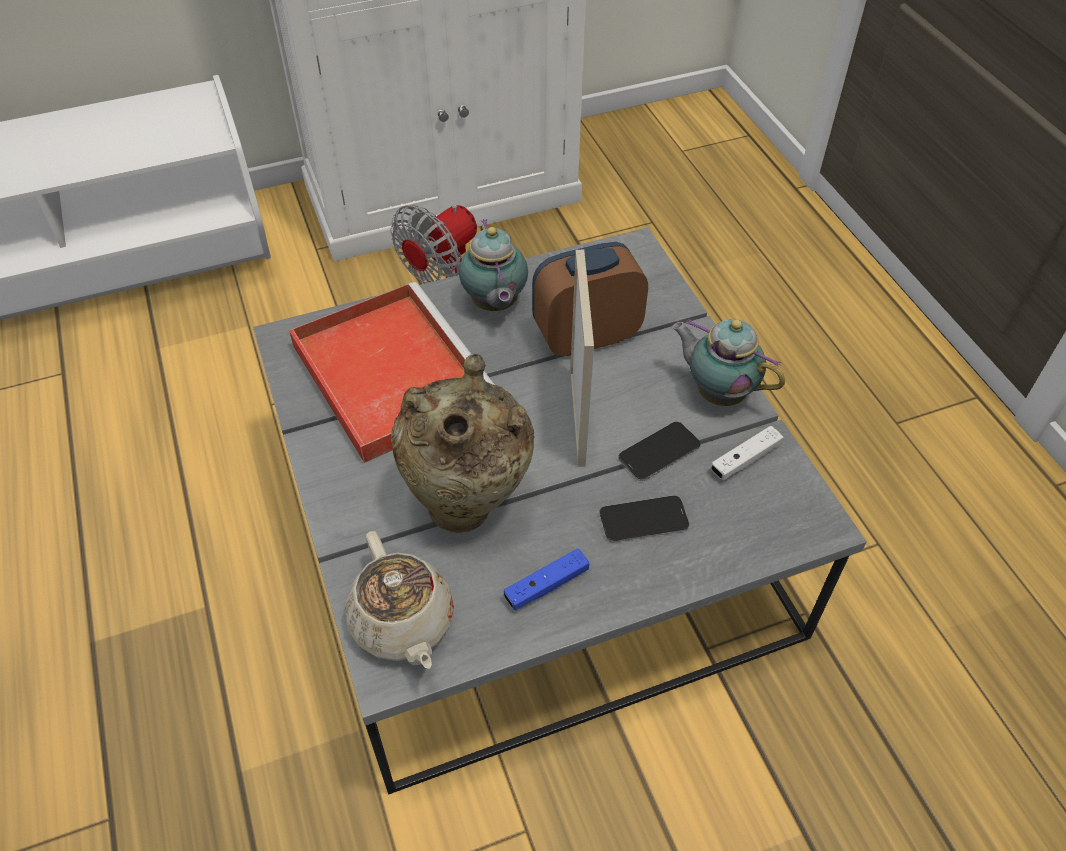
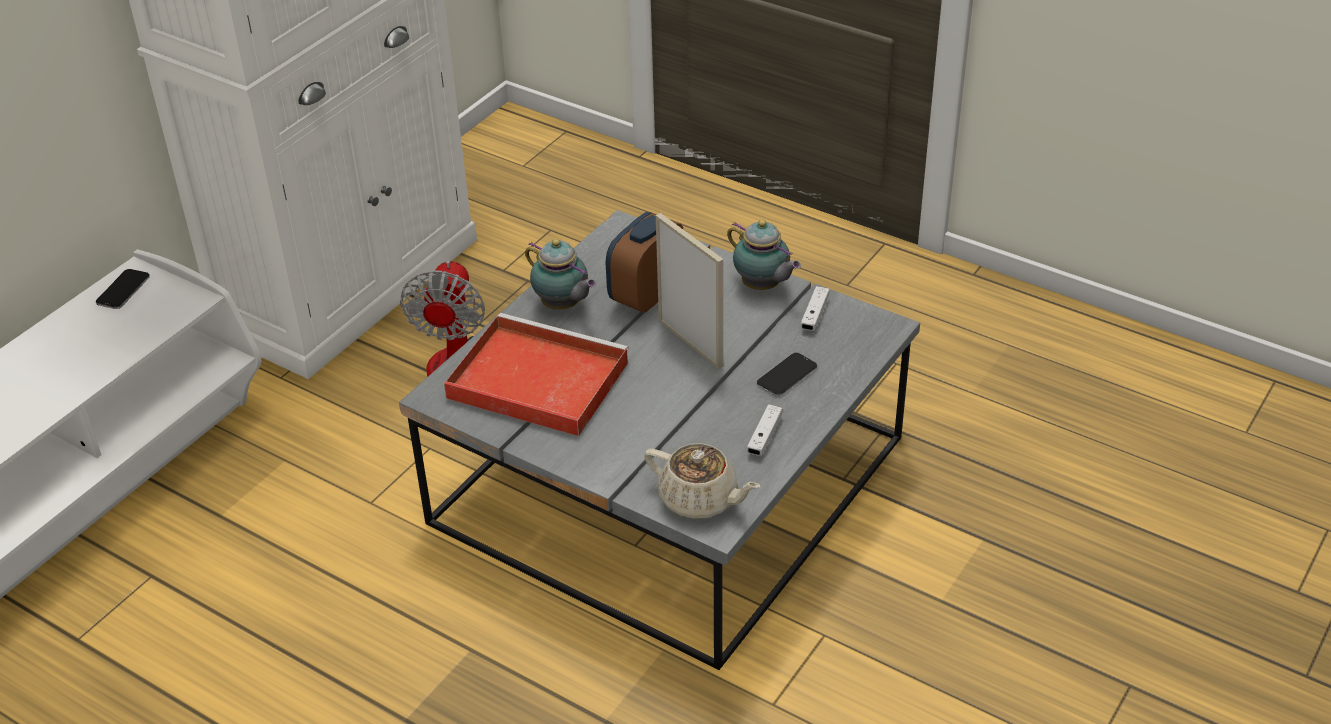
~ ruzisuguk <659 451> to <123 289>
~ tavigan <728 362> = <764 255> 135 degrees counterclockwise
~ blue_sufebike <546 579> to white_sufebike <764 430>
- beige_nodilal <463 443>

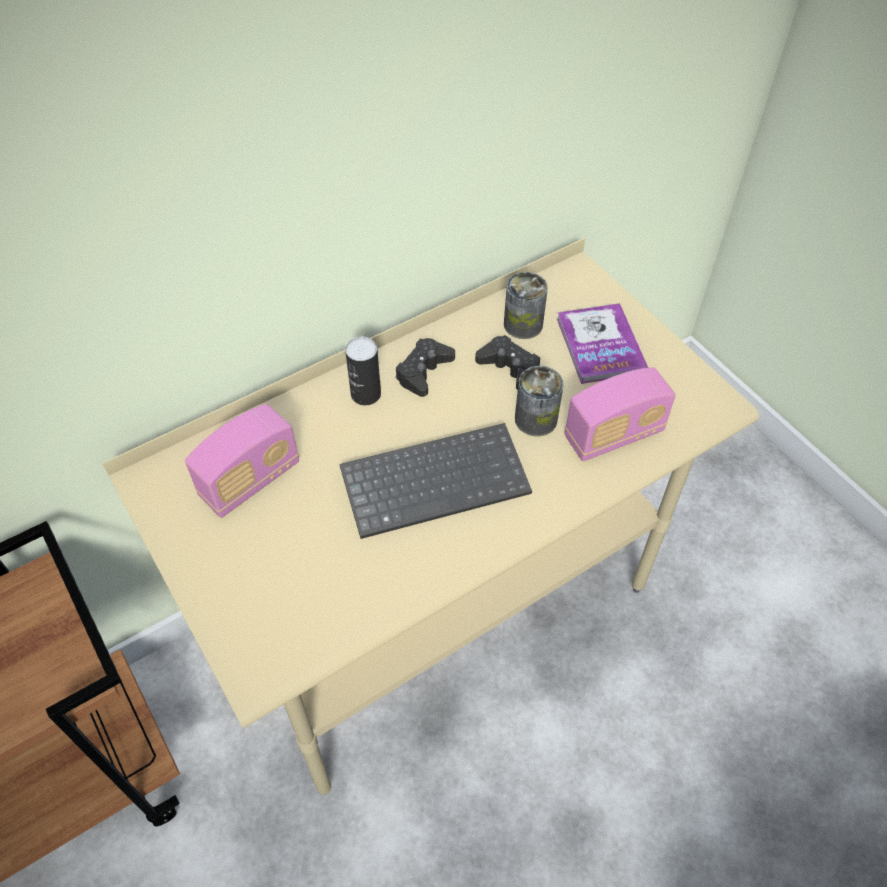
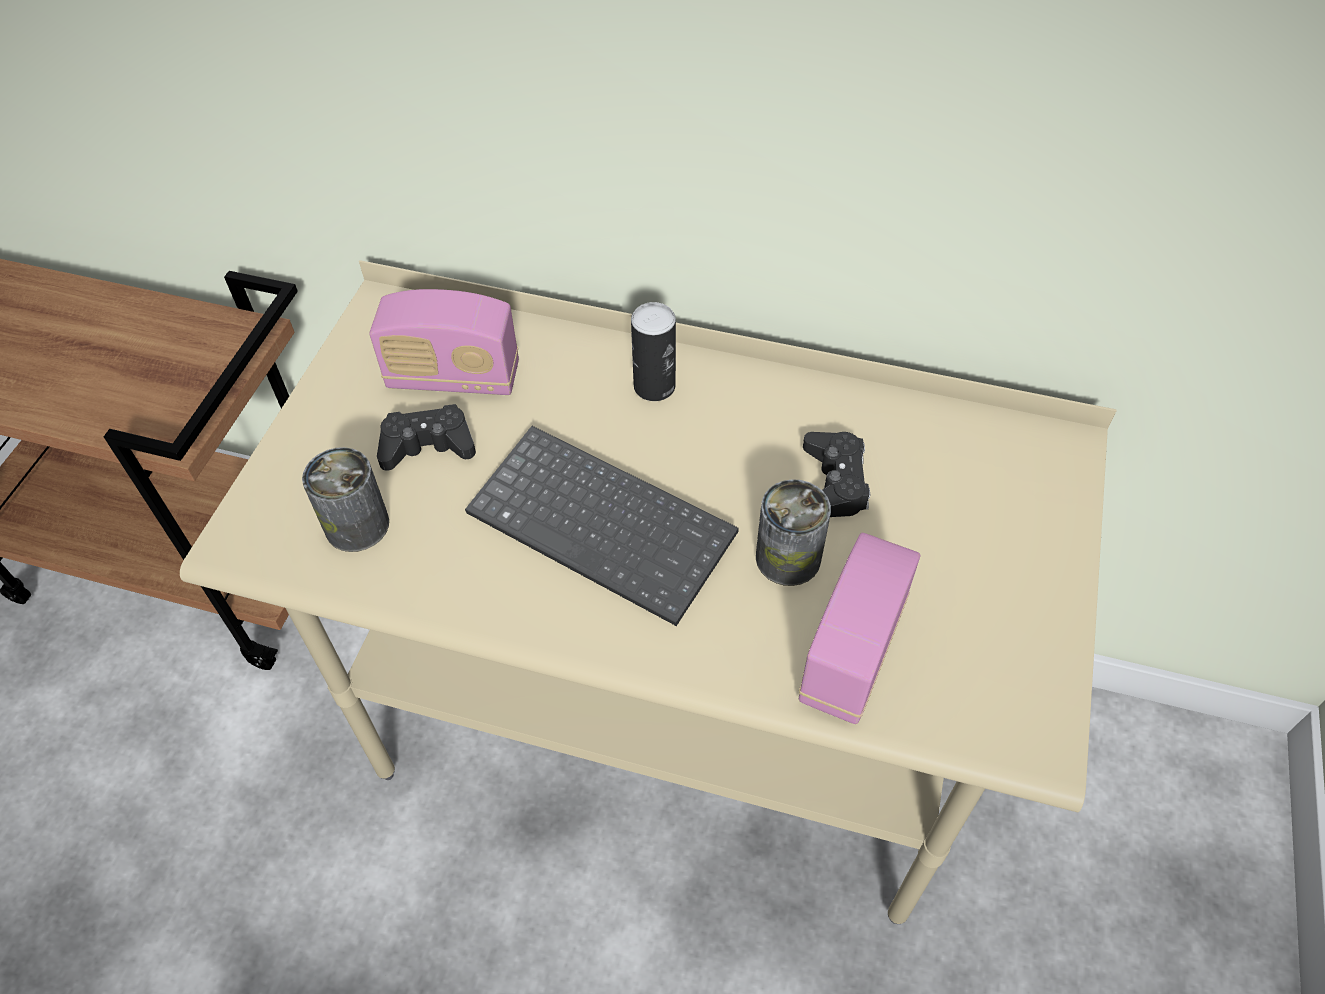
~ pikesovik <526 305> to <345 499>
~ black_sufebike <425 367> to <426 437>
~ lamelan <620 414> = <860 628> 90 degrees clockwise
- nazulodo <602 343>

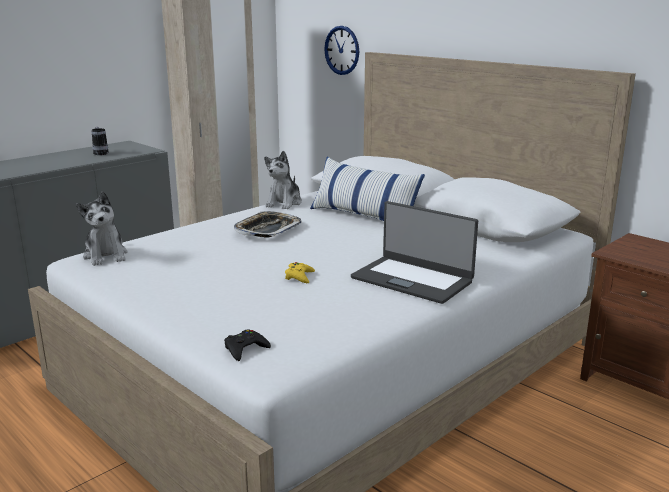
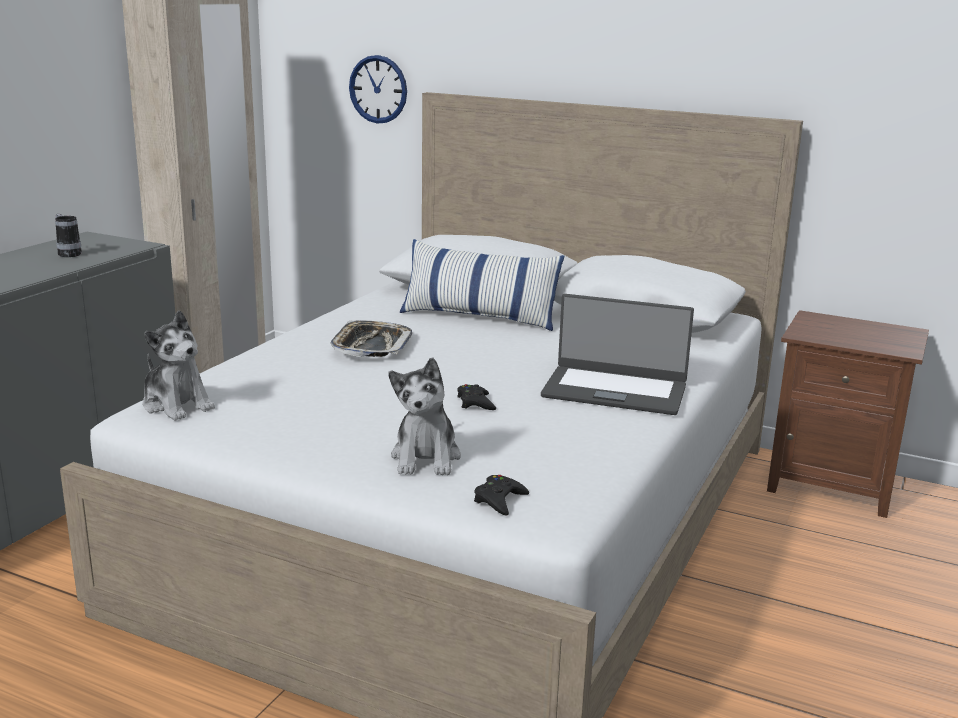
~ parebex <283 180> to <425 416>
~ yellow_sufebike <300 272> to black_sufebike <476 397>

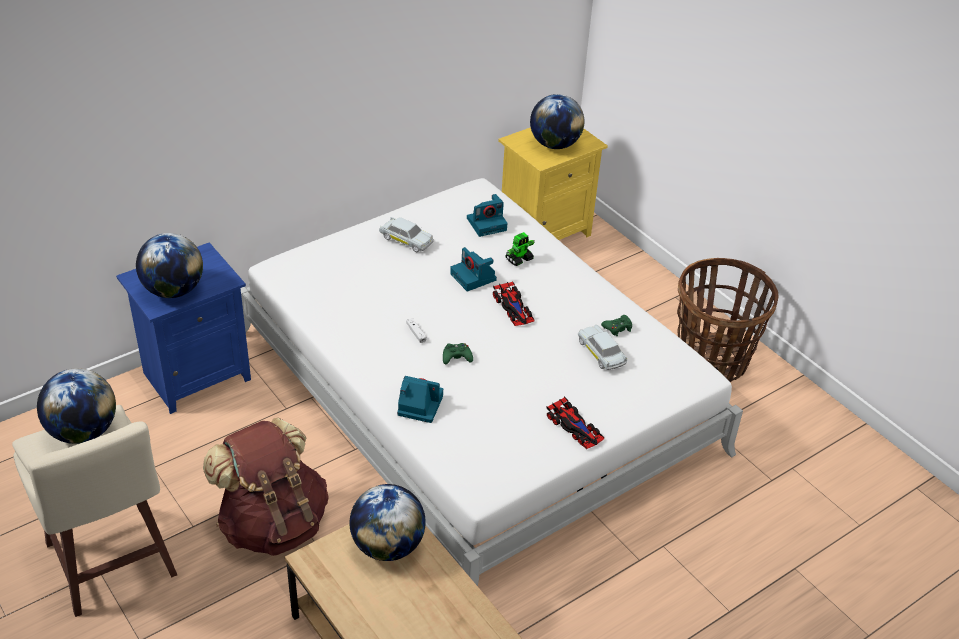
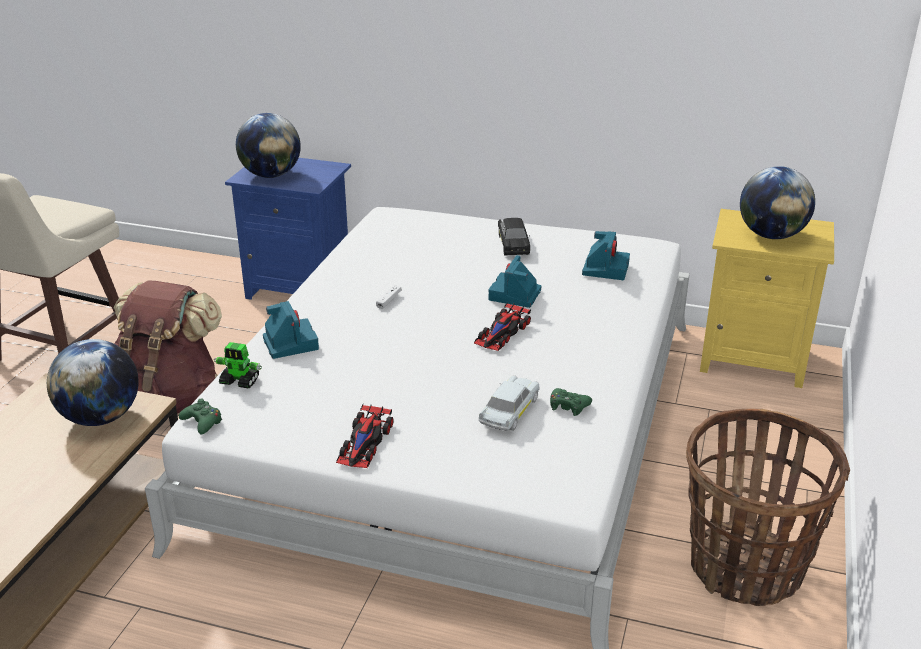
~ green_sufebike <458 353> to <200 416>
~ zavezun <520 249> to <238 365>
~ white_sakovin <406 234> to black_sakovin <514 237>
~ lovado <487 215> = <606 255> 105 degrees counterclockwise
- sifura <76 406>

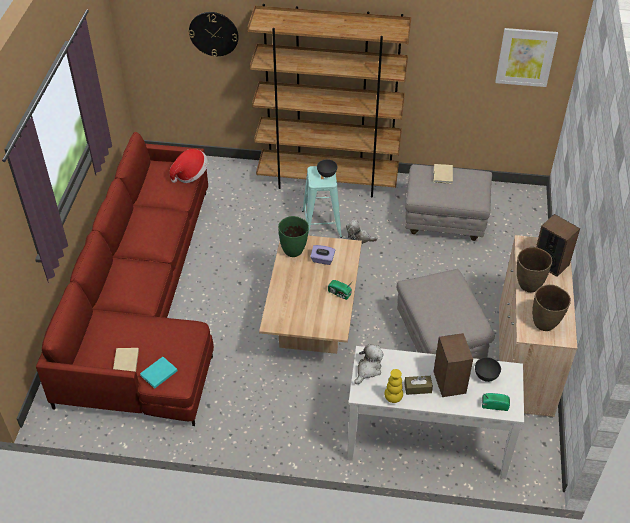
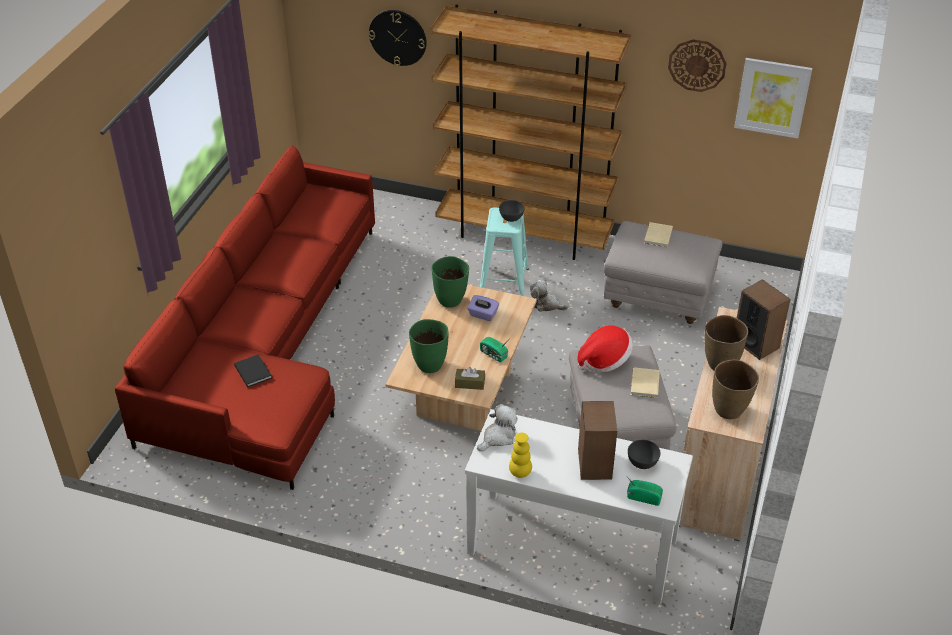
+ black_nazulodo <253 370>
+ green_nodilal <429 346>
~ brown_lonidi <418 385> to <470 378>
~ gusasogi <188 166> to <605 348>
~ beige_nazulodo <126 360> to <645 382>
+ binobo <697 65>
- turquoise_nazulodo <159 373>

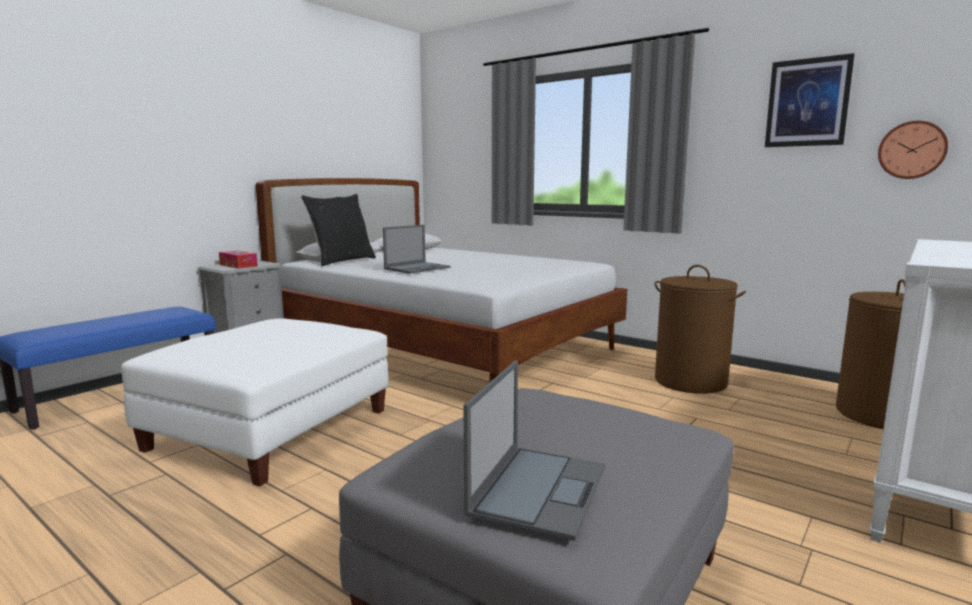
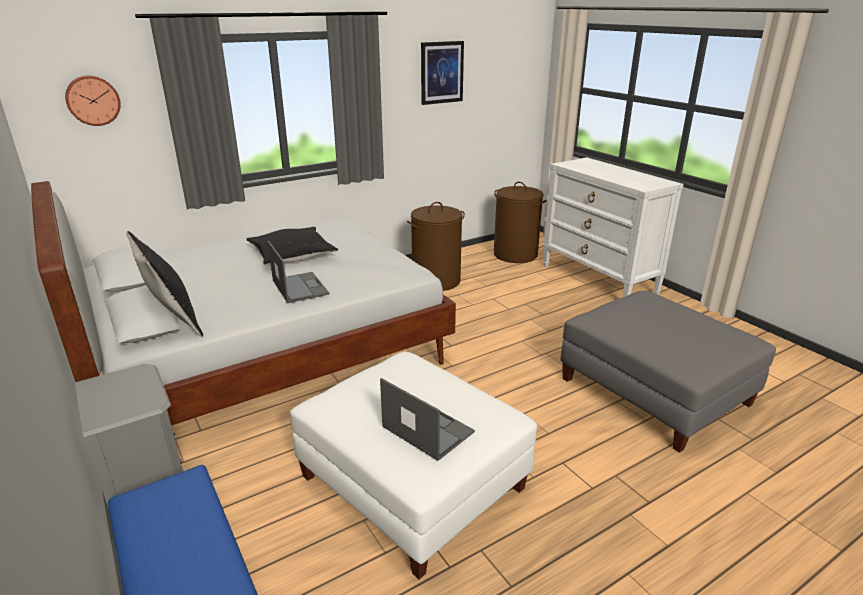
~ binobo <913 150> to <93 100>
+ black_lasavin <292 246>
~ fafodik <534 450> to <427 419>
- lonidi <238 259>

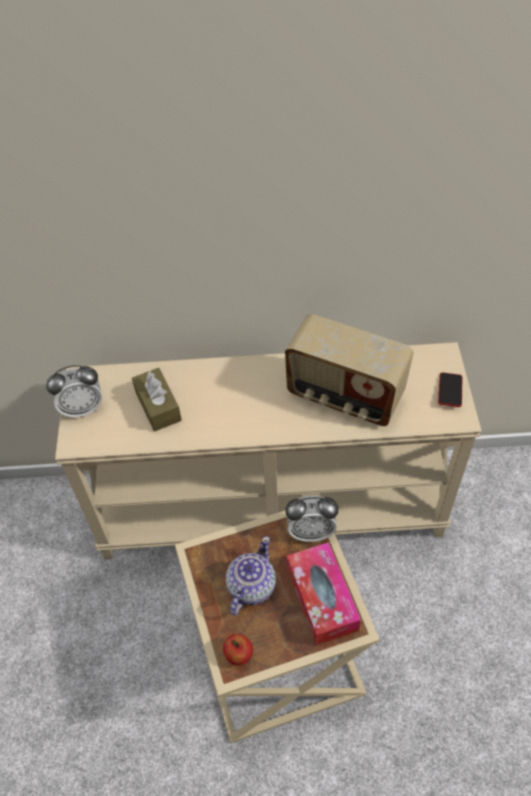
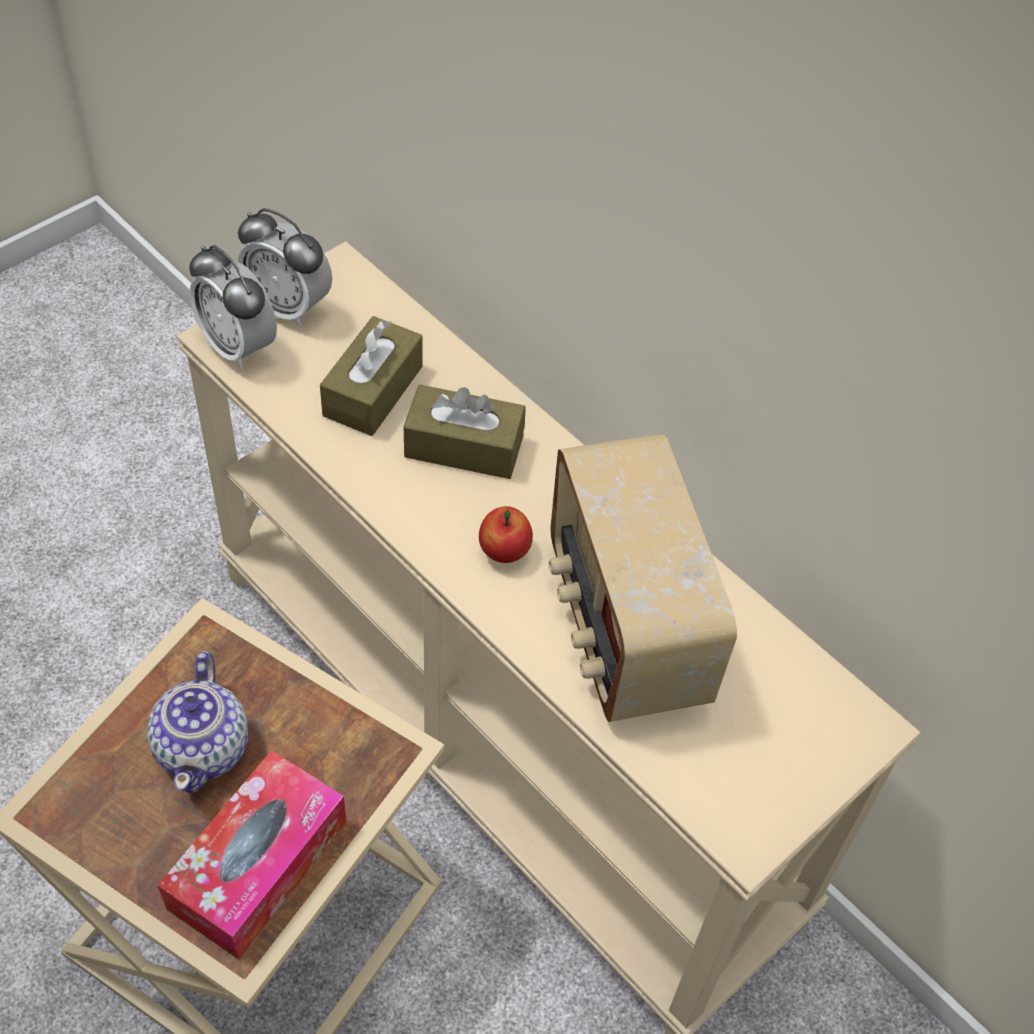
~ tavigan <251 576> = <197 722> 105 degrees clockwise
~ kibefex <312 519> to <233 307>
+ brown_lonidi <465 432>
~ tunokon <238 649> to <506 534>
- ruzisuguk <450 389>

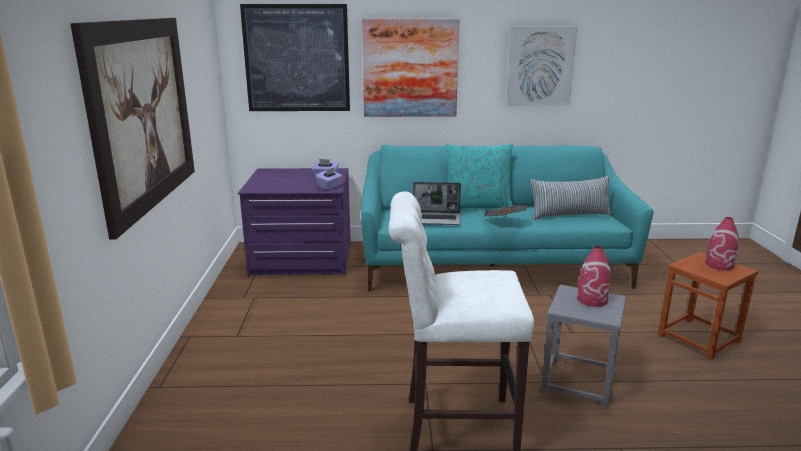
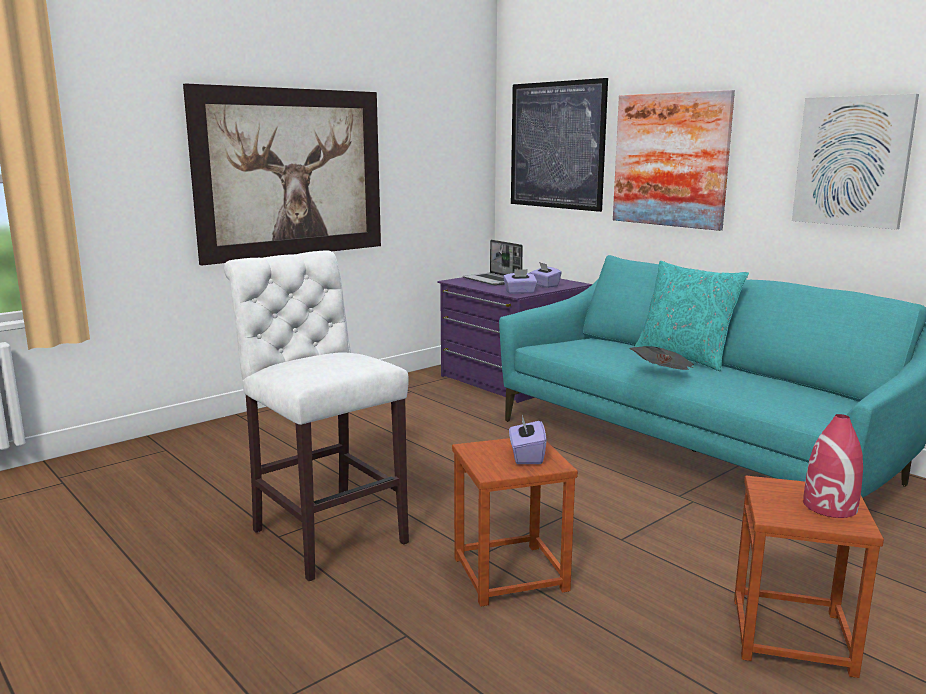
~ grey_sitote <583 346> to brown_sitote <515 522>
~ fafodik <437 203> to <493 263>
~ red_nodilal <594 276> to purple_lonidi <527 439>
- lasavin <570 198>

